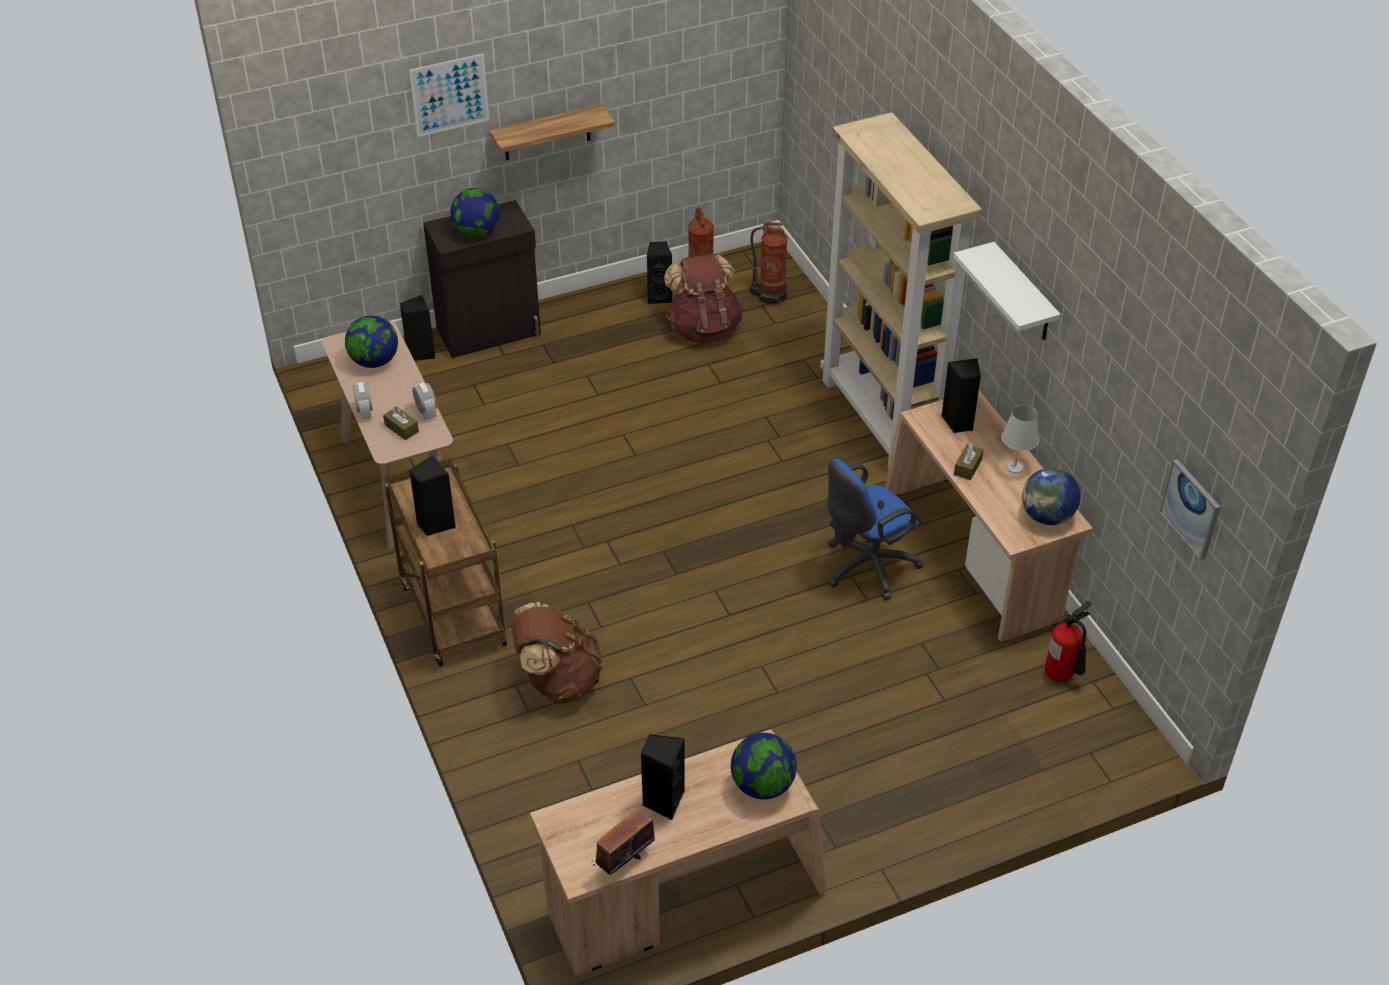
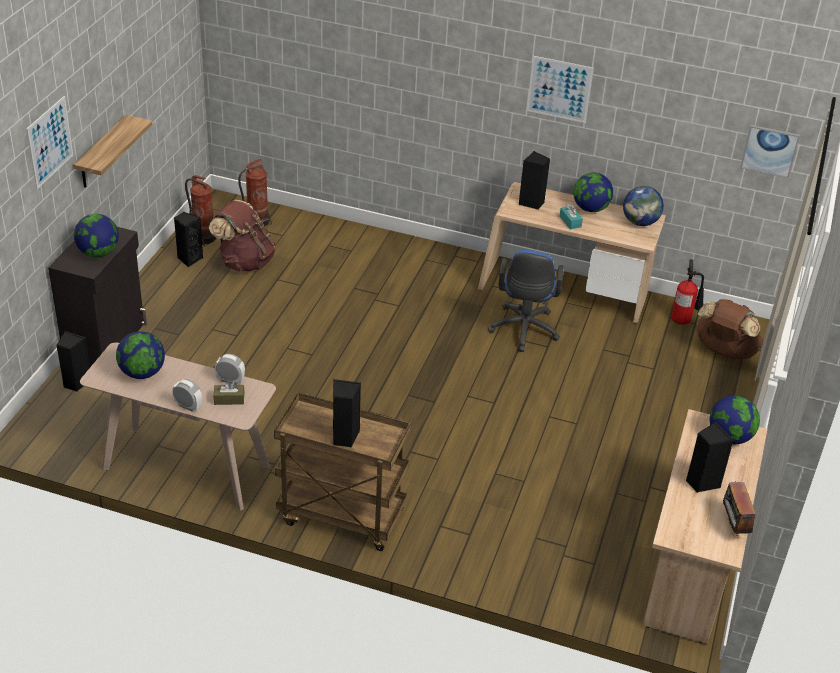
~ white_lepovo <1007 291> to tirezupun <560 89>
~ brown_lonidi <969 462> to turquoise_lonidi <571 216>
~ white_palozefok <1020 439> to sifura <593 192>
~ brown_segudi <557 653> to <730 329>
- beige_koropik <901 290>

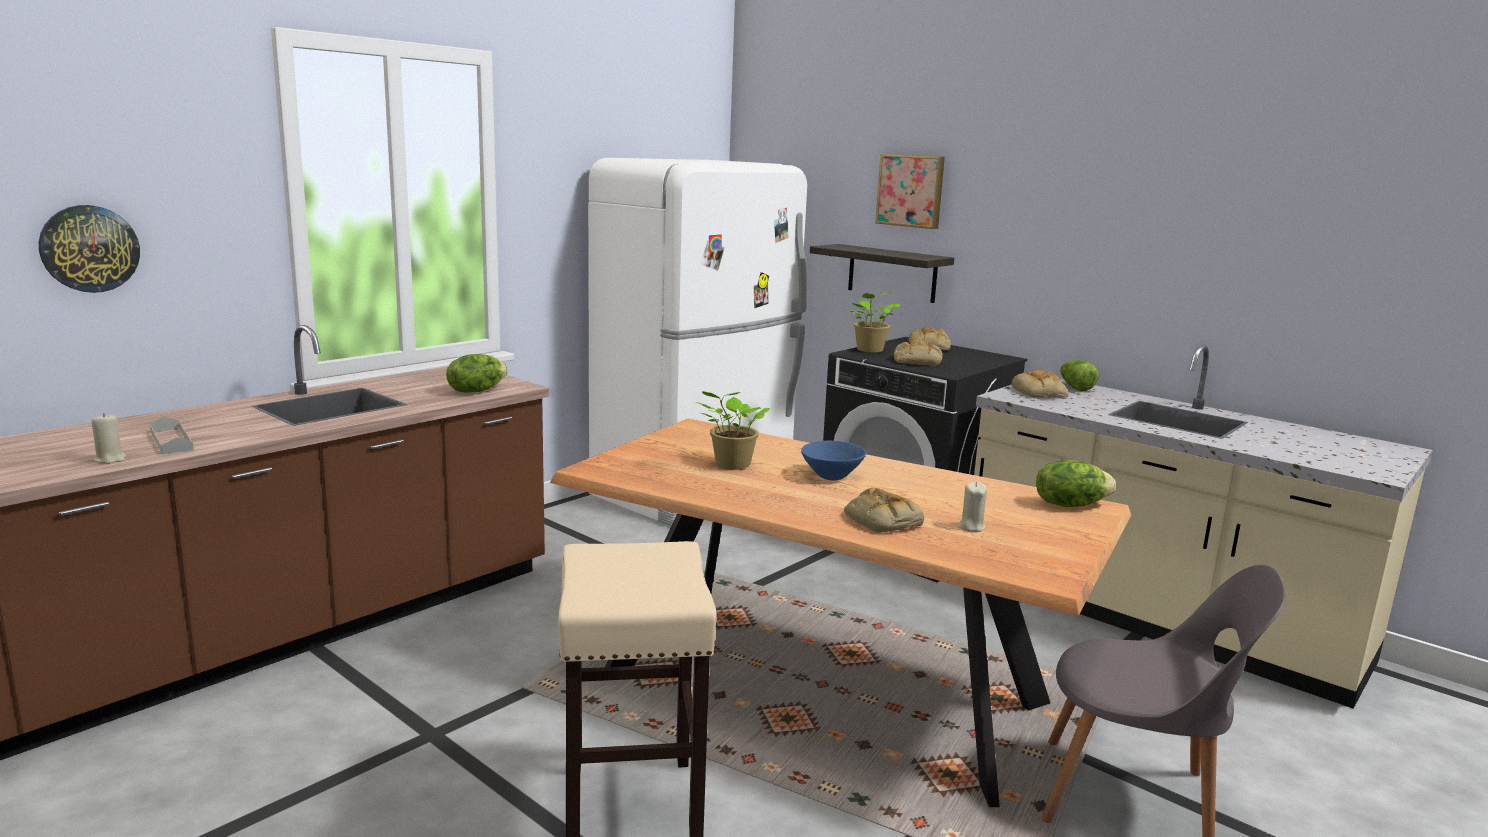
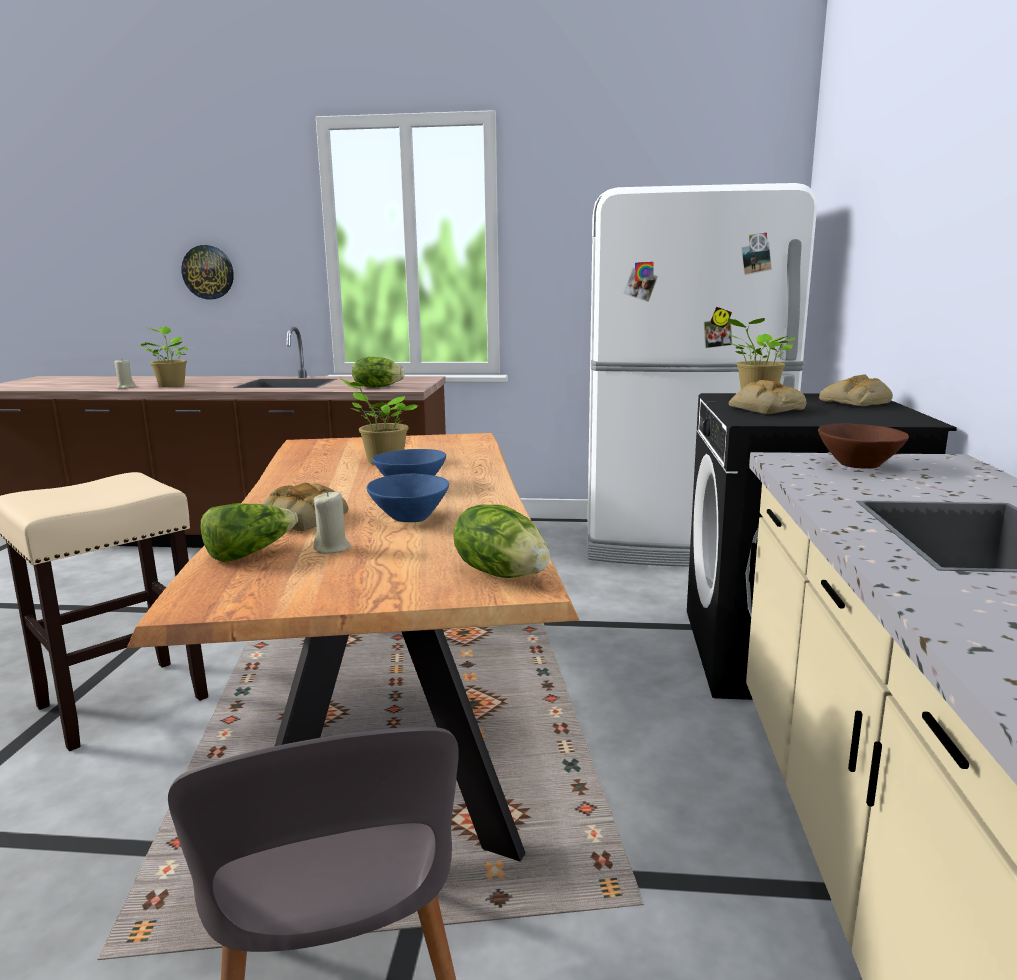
~ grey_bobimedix <172 435> to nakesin <164 356>
~ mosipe <1079 375> to <249 532>
+ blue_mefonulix <408 498>
~ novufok <1040 384> to brown_mefonulix <863 445>
- lepovo <882 273>
- tirezupun <910 191>

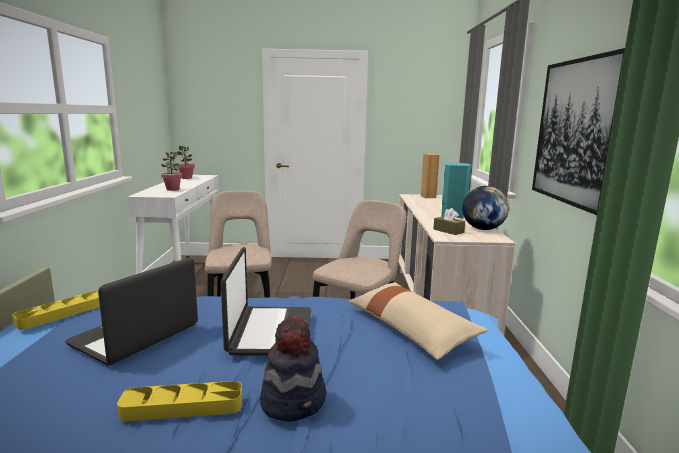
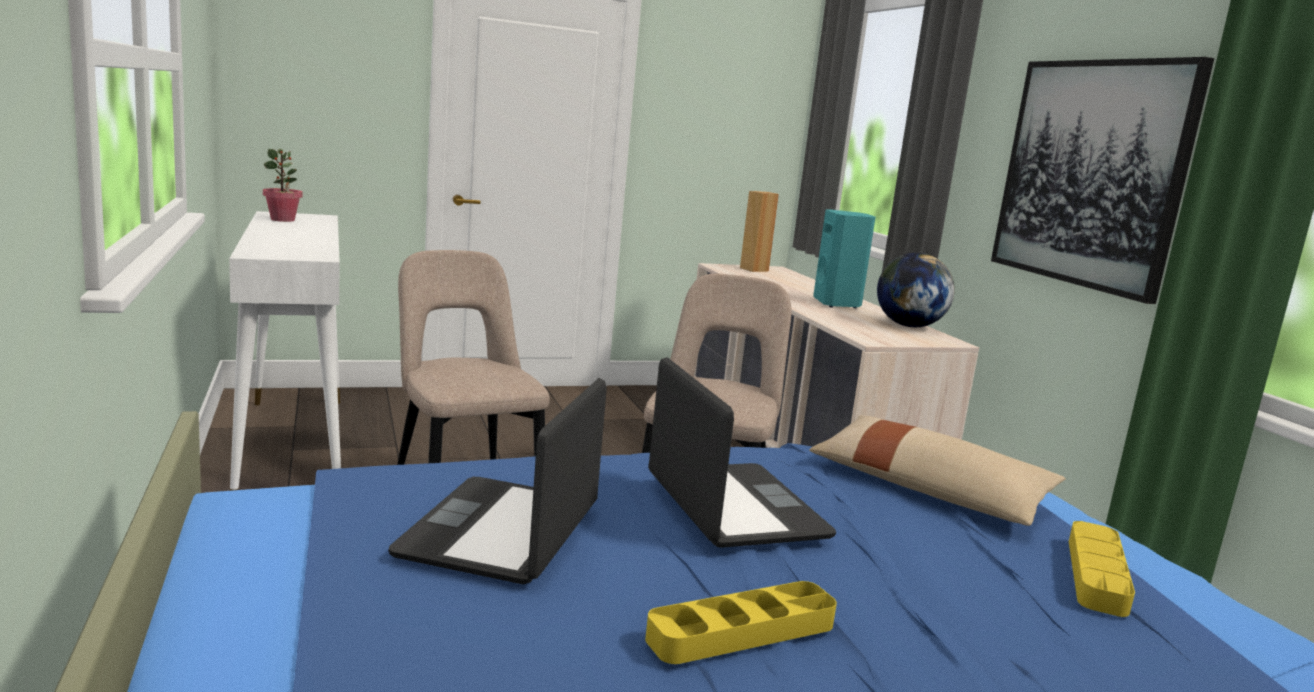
~ yellow_bobimedix <56 310> to <1102 569>
- nakesin <171 171>
- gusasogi <293 369>
- brown_lonidi <449 221>

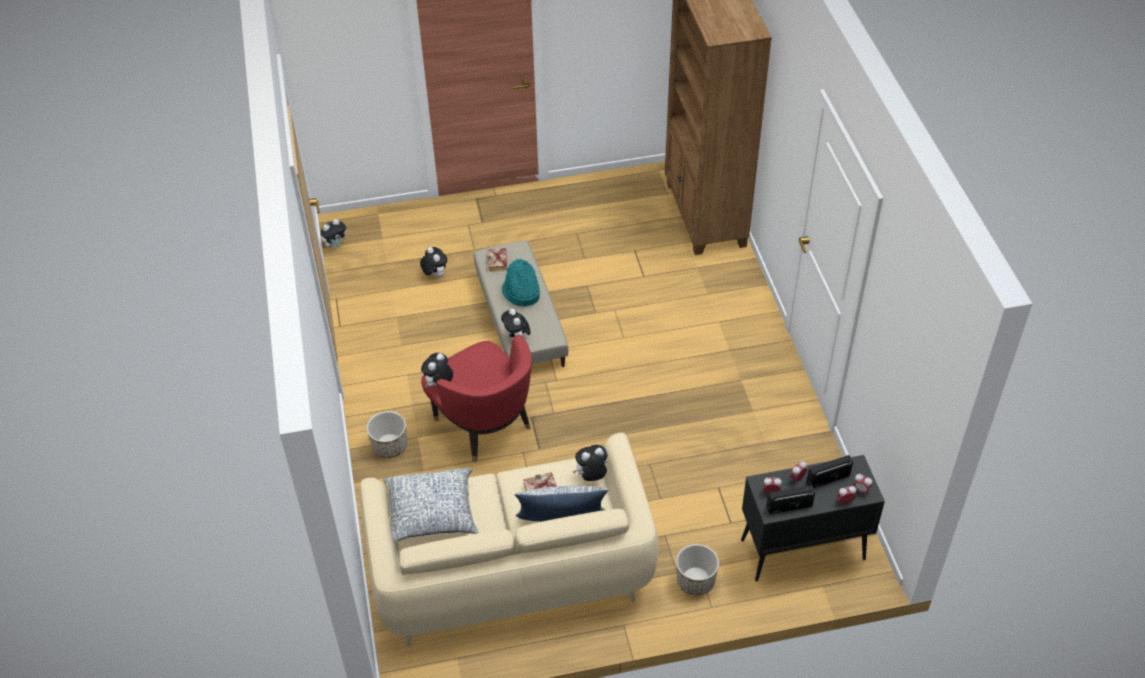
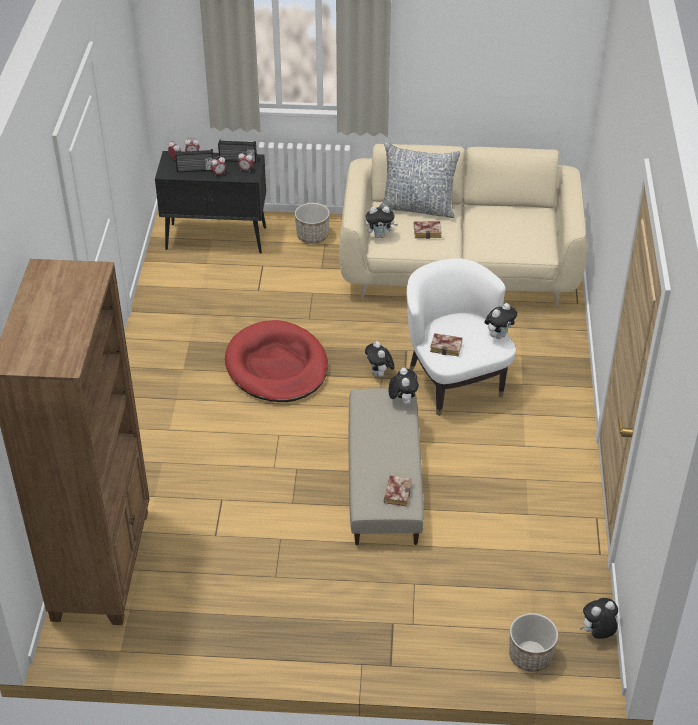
+ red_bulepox <276 361>
~ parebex <433 262> to <379 359>
~ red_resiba <476 398> to white_resiba <461 337>
+ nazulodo <446 345>
~ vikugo <387 434> to <533 642>
- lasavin <430 505>
- turquoise_gusasogi <521 282>

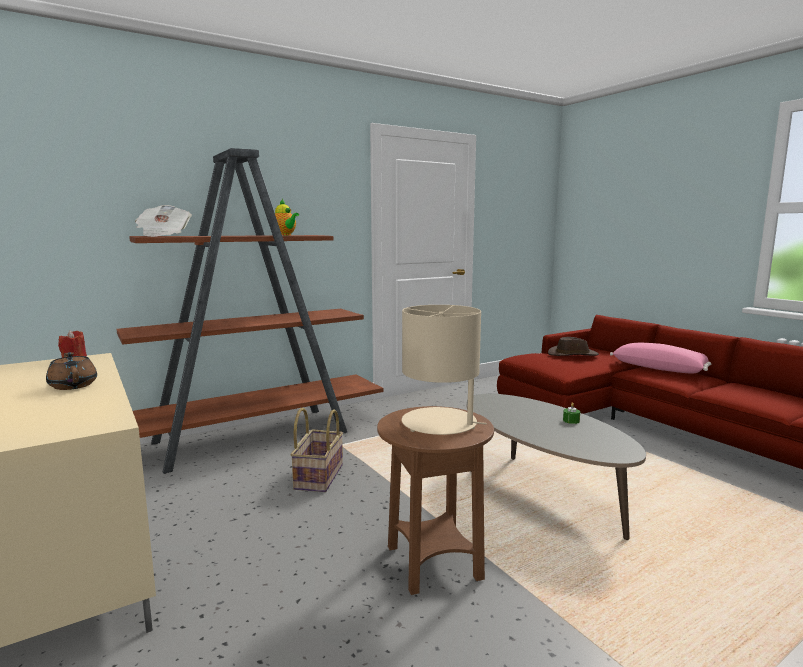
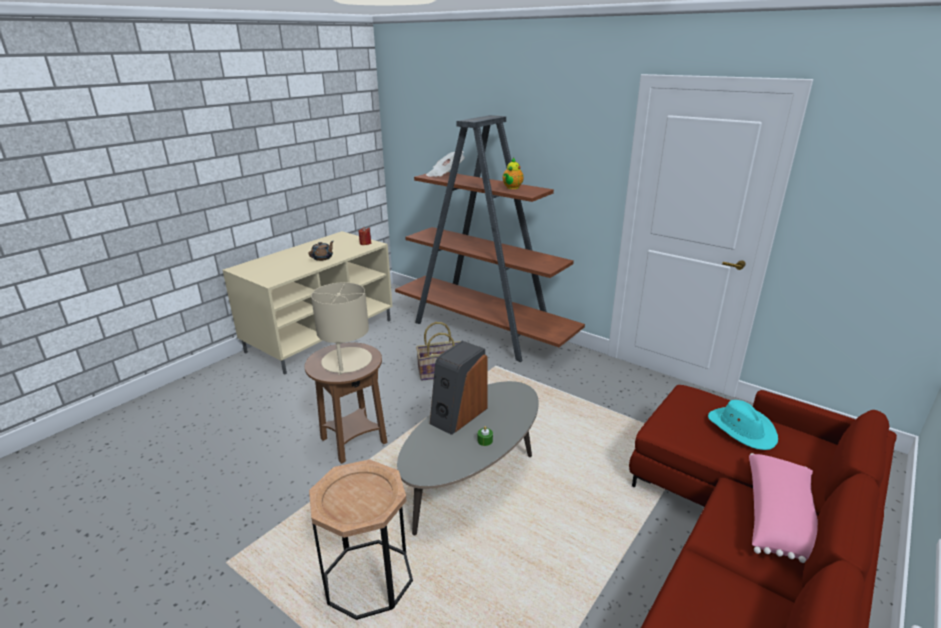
+ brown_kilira <361 539>
+ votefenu <459 388>
~ brown_gusasogi <573 346> to turquoise_gusasogi <743 425>

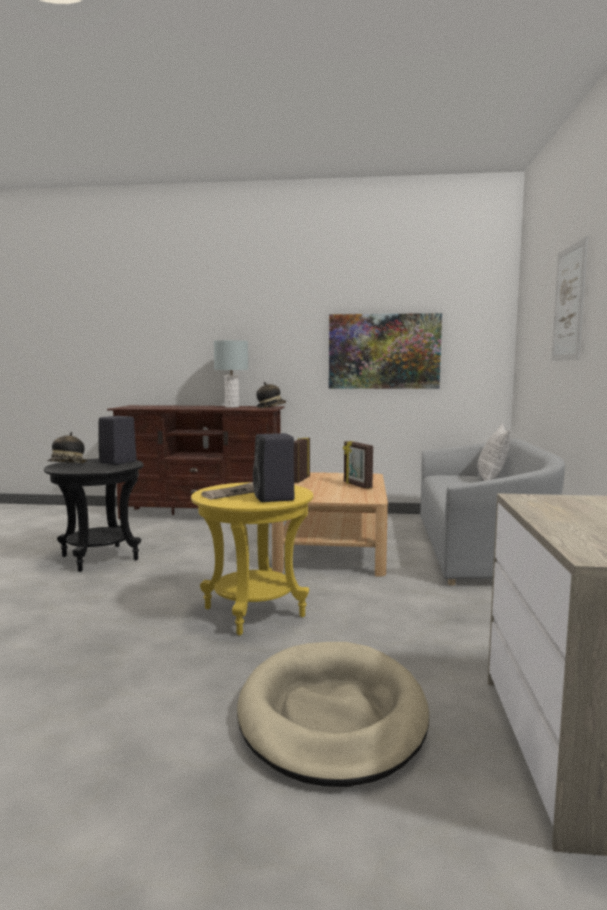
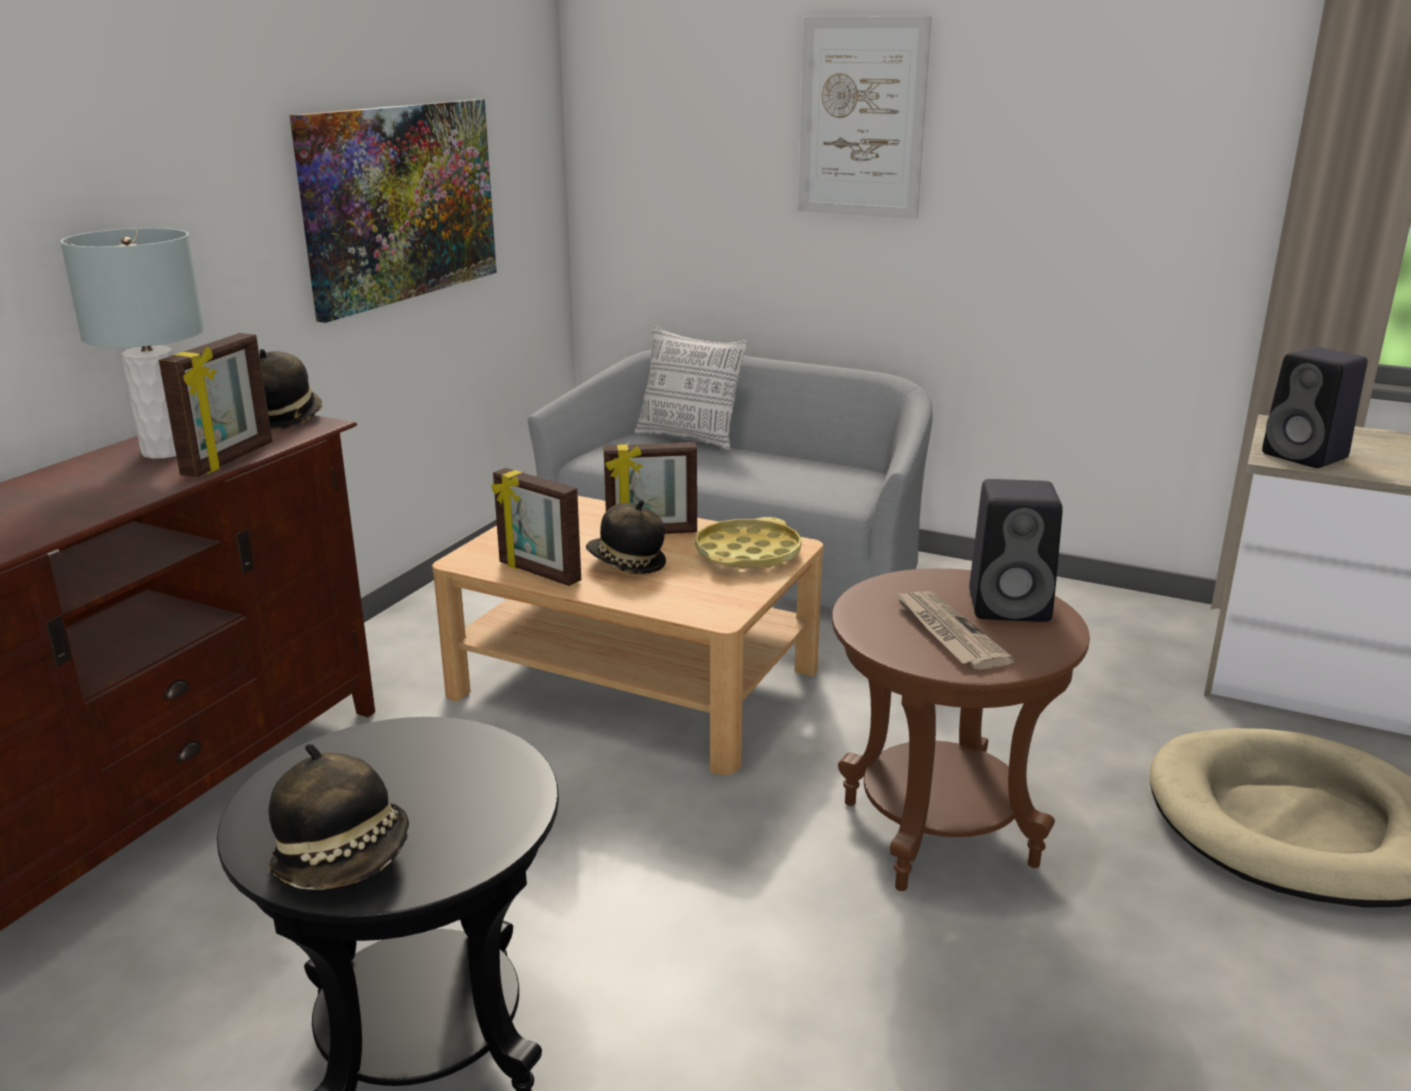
+ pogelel <215 405>
+ gusasogi <626 537>
+ yellow_bobimedix <748 543>
~ yellow_kilira <252 559> to brown_kilira <961 729>
~ black_votefenu <117 440> to <1315 407>

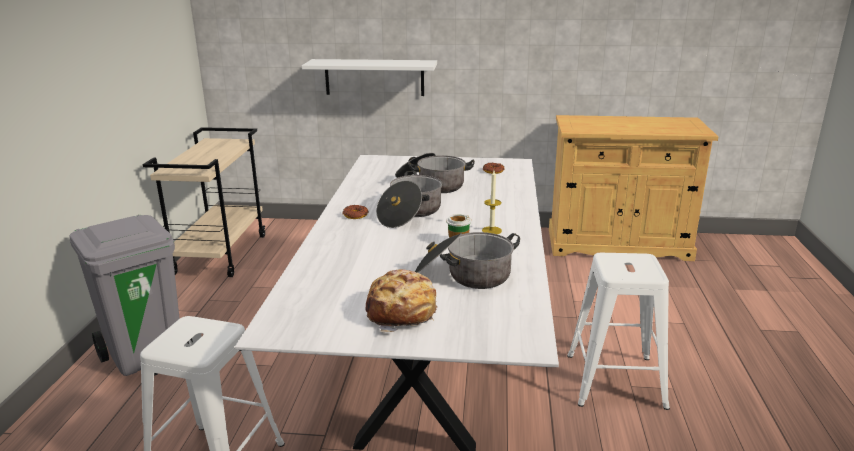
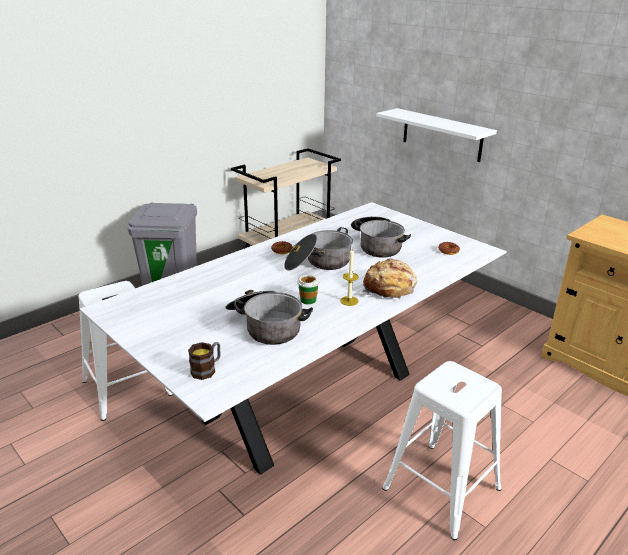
+ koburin <204 361>
~ novufok <401 300> to <389 279>

